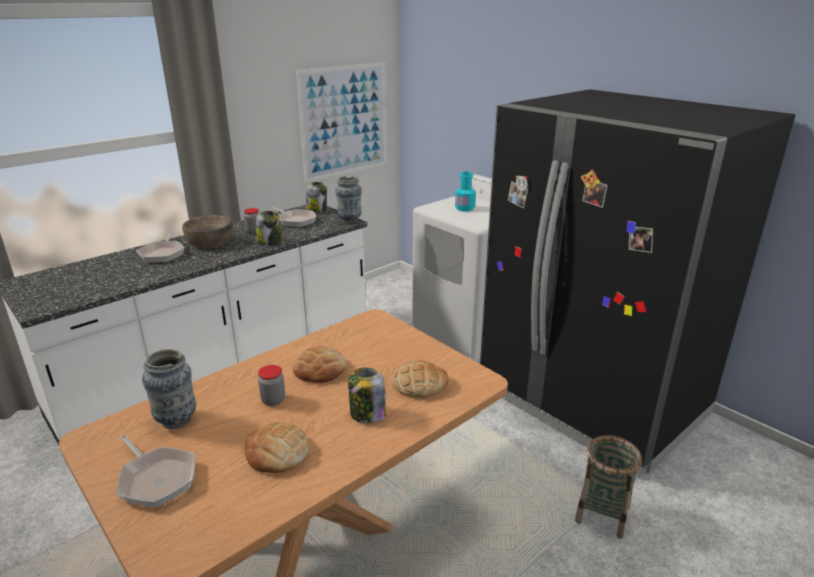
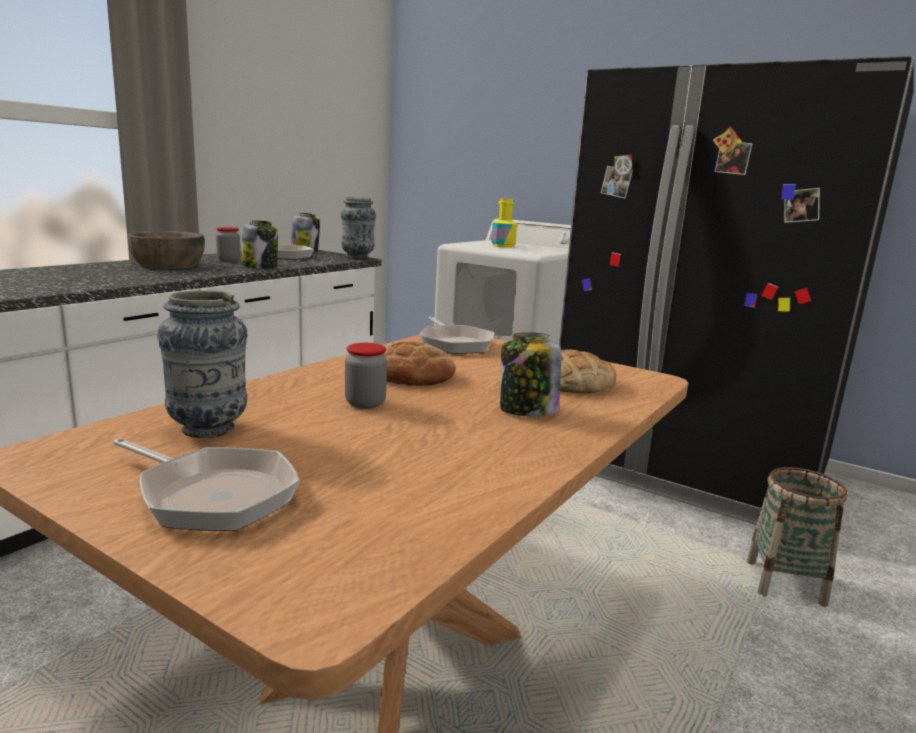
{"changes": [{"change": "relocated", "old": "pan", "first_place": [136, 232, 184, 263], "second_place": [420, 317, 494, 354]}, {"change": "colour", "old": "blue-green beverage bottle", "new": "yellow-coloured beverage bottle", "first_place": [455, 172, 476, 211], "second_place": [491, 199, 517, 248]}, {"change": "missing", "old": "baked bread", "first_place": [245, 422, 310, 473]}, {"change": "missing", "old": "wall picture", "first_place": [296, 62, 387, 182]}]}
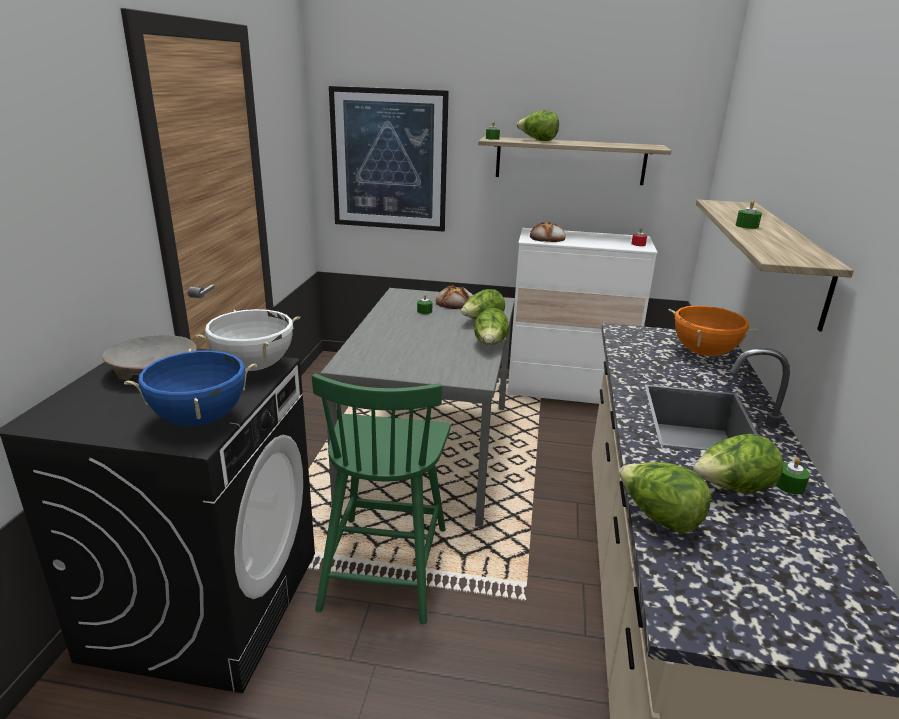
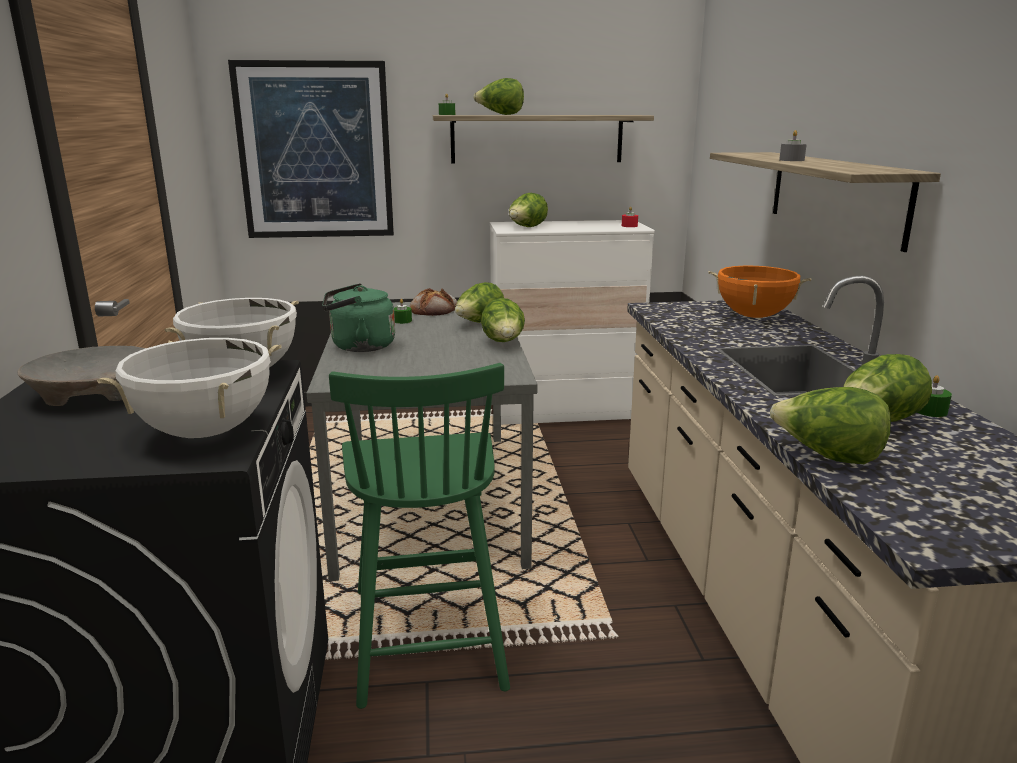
{"changes": [{"change": "colour", "old": "blue-coloured cooking pot", "new": "whitish cooking pot", "first_place": [124, 349, 257, 426], "second_place": [97, 338, 282, 438]}, {"change": "appeared", "new": "greenish tea kettle", "second_place": [322, 283, 395, 352]}, {"change": "exchanged", "old": "baked bread", "new": "head of lettuce", "first_place": [530, 222, 566, 242], "second_place": [509, 193, 548, 227]}, {"change": "colour", "old": "greenish candle", "new": "gray candle", "first_place": [736, 200, 762, 229], "second_place": [779, 130, 807, 161]}]}
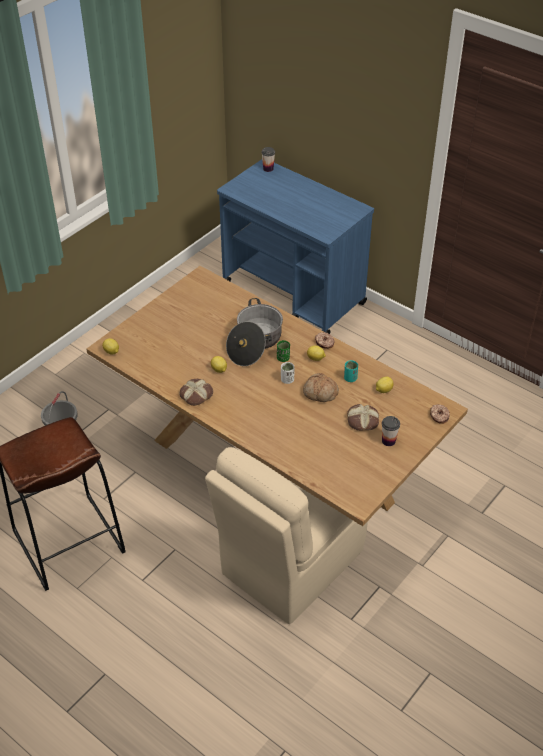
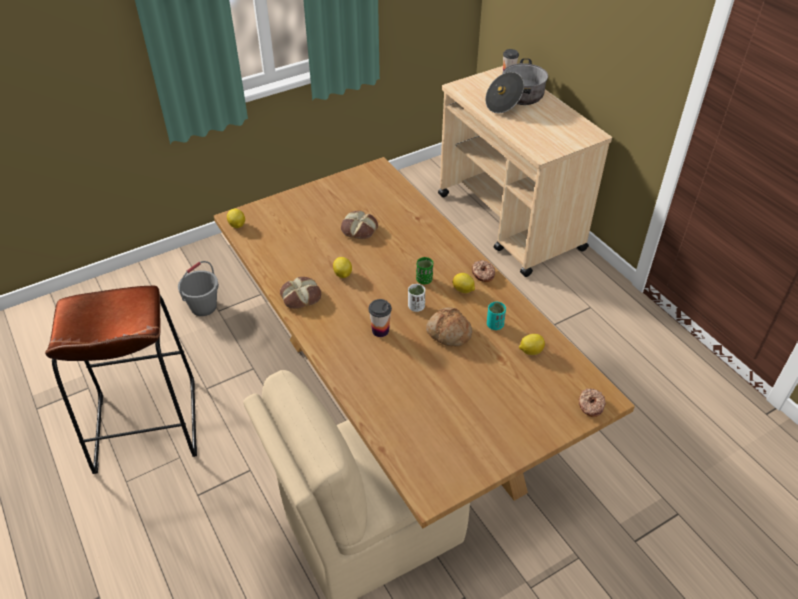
{"changes": [{"change": "relocated", "old": "baked bread", "first_place": [347, 404, 379, 431], "second_place": [341, 211, 378, 239]}, {"change": "relocated", "old": "cup", "first_place": [382, 416, 400, 446], "second_place": [368, 299, 392, 337]}, {"change": "colour", "old": "blue-coloured trolley", "new": "sand-coloured trolley", "first_place": [217, 159, 374, 334], "second_place": [438, 66, 612, 277]}, {"change": "relocated", "old": "cooking pot", "first_place": [226, 298, 283, 366], "second_place": [485, 58, 548, 114]}]}
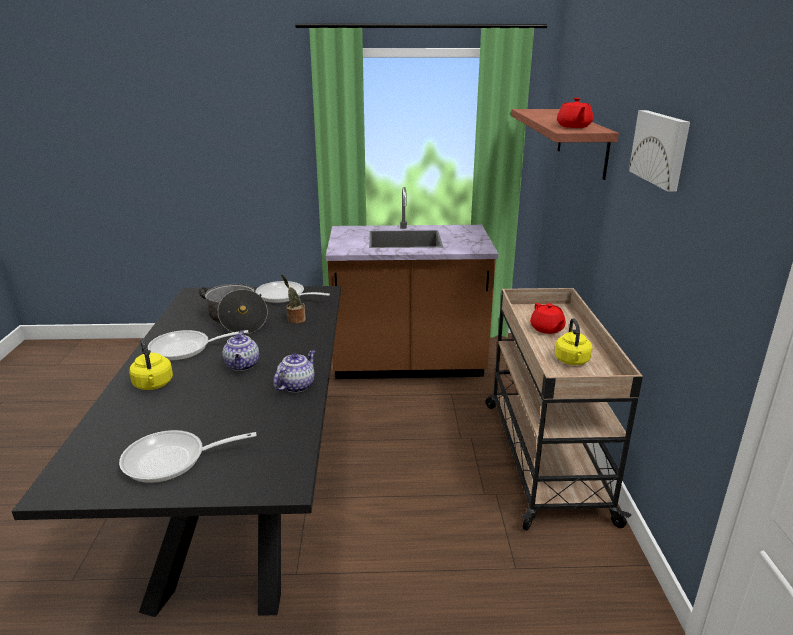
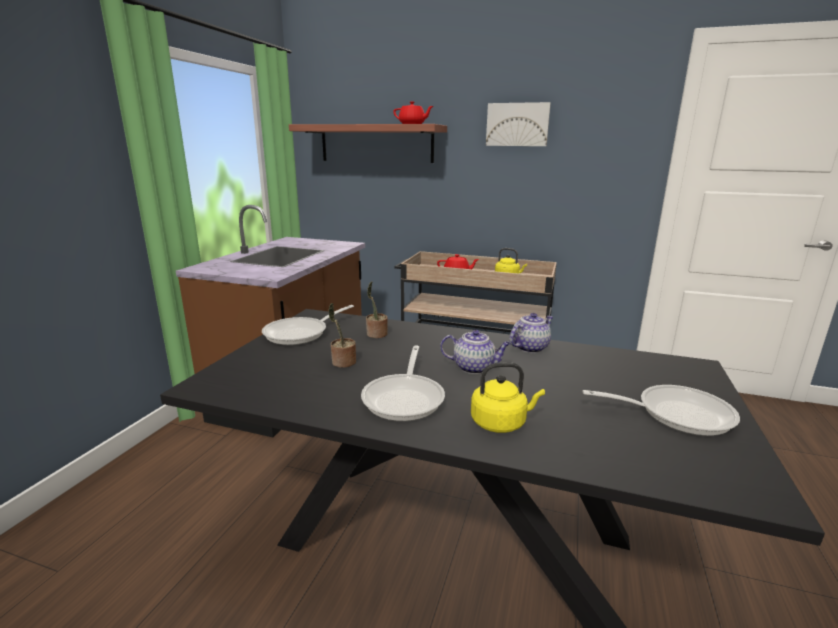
{"changes": [{"change": "exchanged", "old": "cooking pot", "new": "plant in a pot", "first_place": [199, 284, 268, 334], "second_place": [328, 303, 356, 367]}, {"change": "spun", "old": "tea pot", "first_place": [273, 350, 315, 393], "second_place": [509, 313, 553, 353], "degrees": 90}, {"change": "spun", "old": "pan", "first_place": [119, 430, 257, 483], "second_place": [583, 385, 740, 436], "degrees": -90}]}
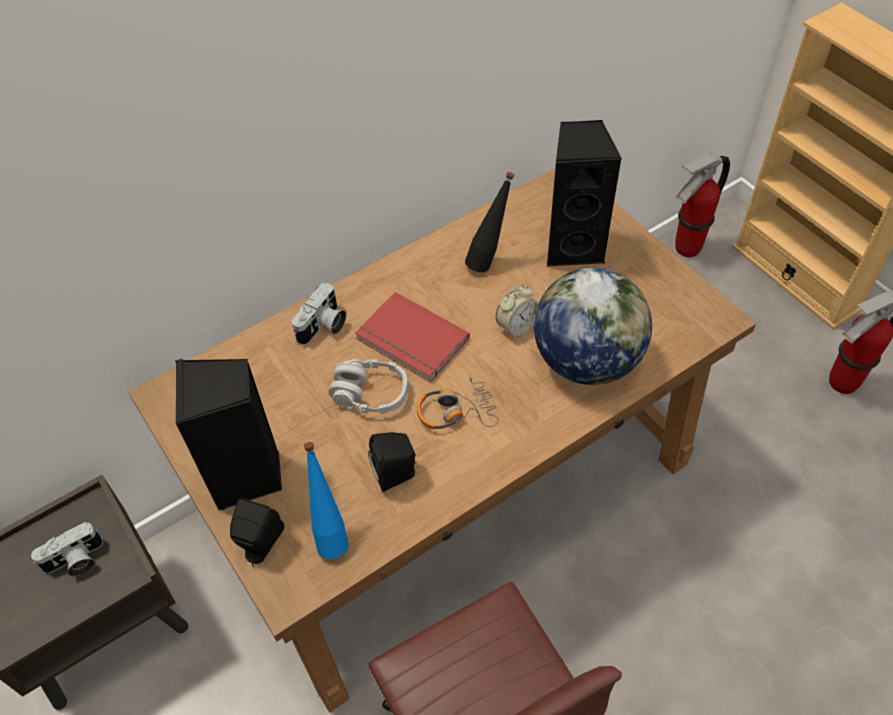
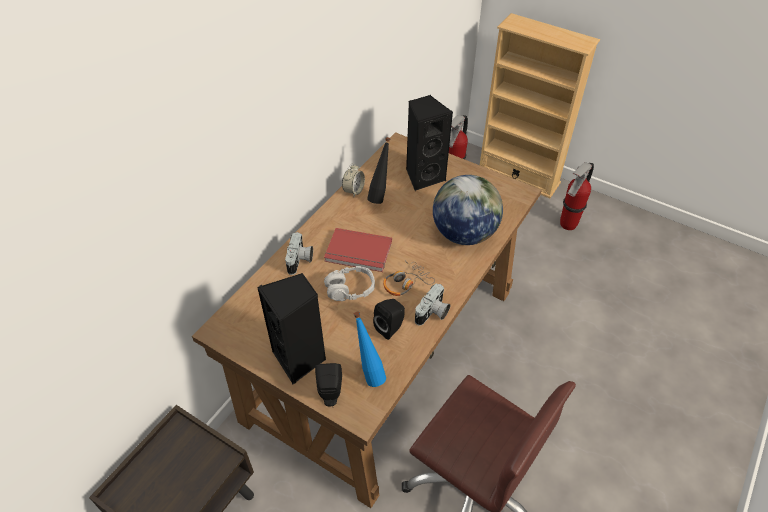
{"changes": [{"change": "relocated", "old": "bedside clock", "first_place": [496, 284, 539, 338], "second_place": [342, 163, 365, 197]}, {"change": "relocated", "old": "photo camera", "first_place": [31, 522, 103, 576], "second_place": [415, 283, 450, 326]}]}
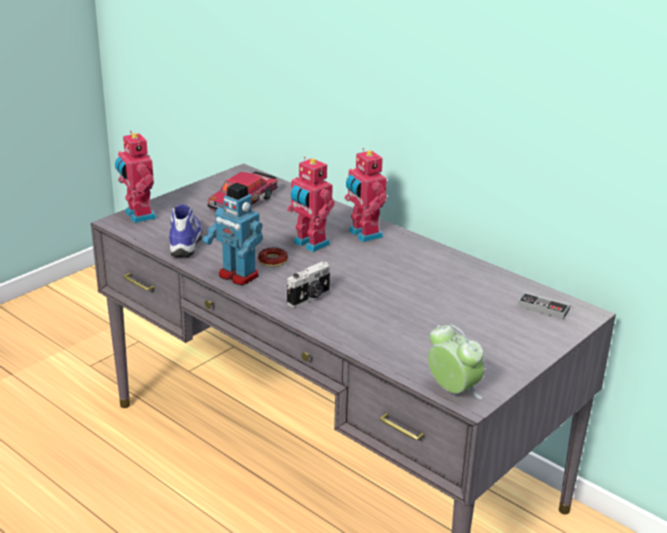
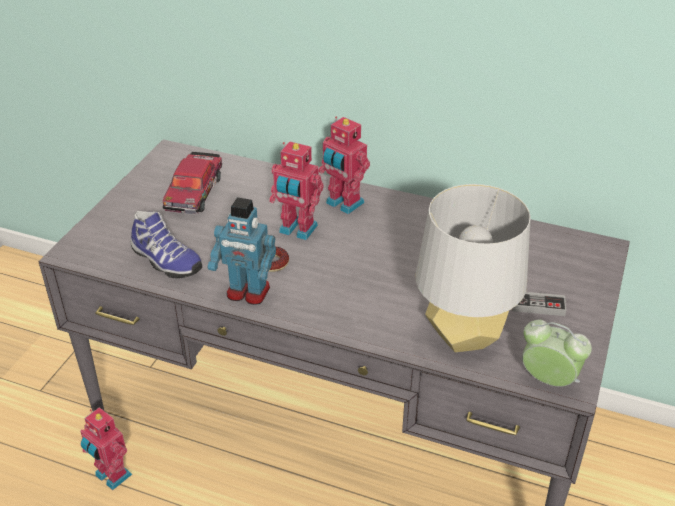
{"changes": [{"change": "relocated", "old": "toy robot", "first_place": [115, 131, 157, 223], "second_place": [80, 407, 132, 490]}, {"change": "spun", "old": "low shoe", "first_place": [169, 204, 202, 257], "second_place": [131, 211, 202, 278], "degrees": 150}, {"change": "appeared", "new": "gray lamp for a table", "second_place": [416, 184, 531, 352]}, {"change": "relocated", "old": "game controller", "first_place": [517, 292, 570, 320], "second_place": [512, 292, 566, 316]}, {"change": "missing", "old": "photo camera", "first_place": [287, 262, 330, 308]}]}
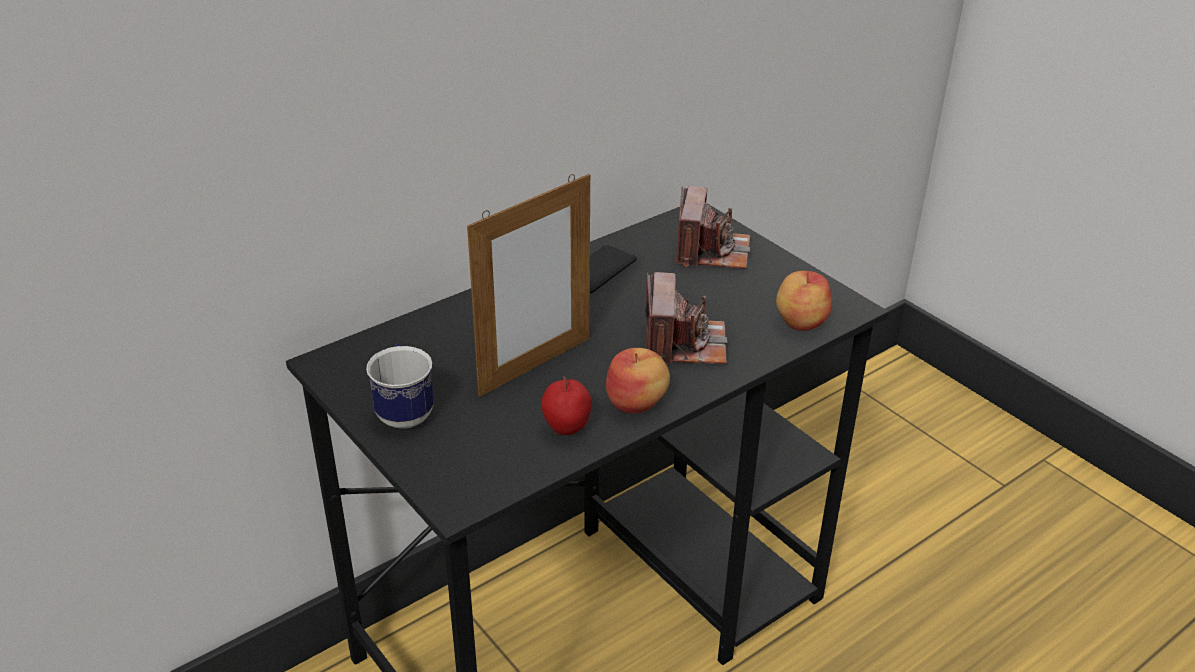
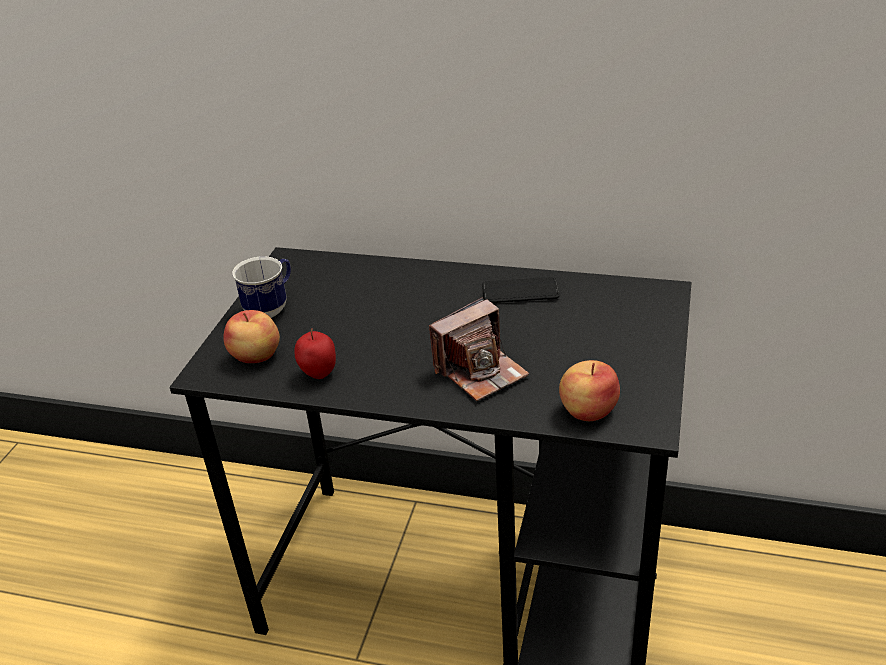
{"changes": [{"change": "relocated", "old": "apple fruit", "first_place": [606, 348, 670, 413], "second_place": [224, 310, 280, 363]}, {"change": "missing", "old": "standing frame", "first_place": [467, 174, 590, 397]}, {"change": "missing", "old": "photo camera", "first_place": [676, 186, 750, 269]}]}
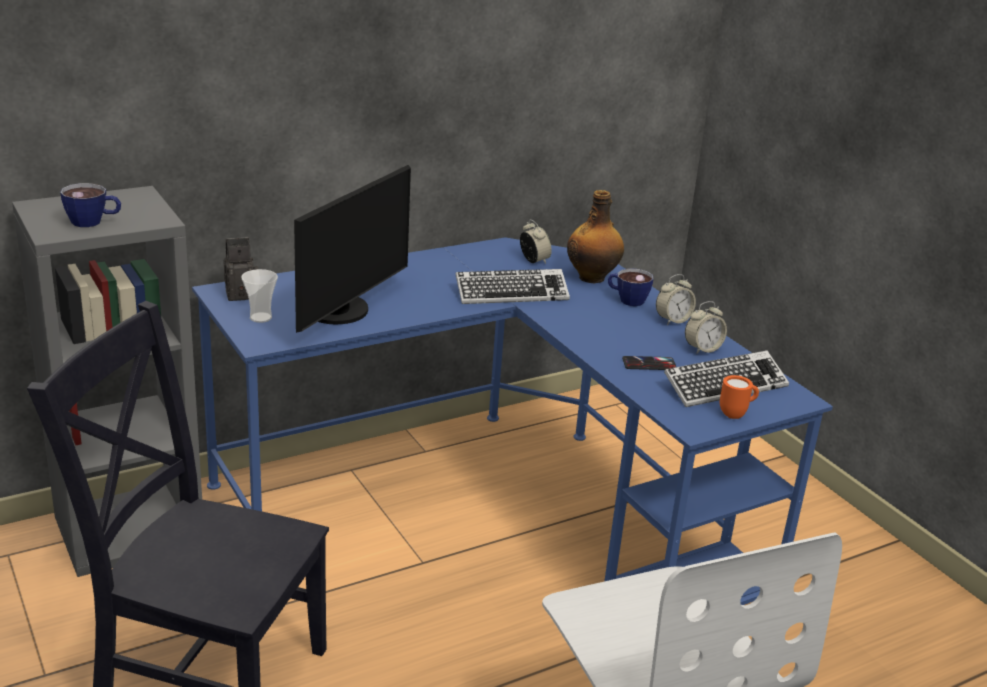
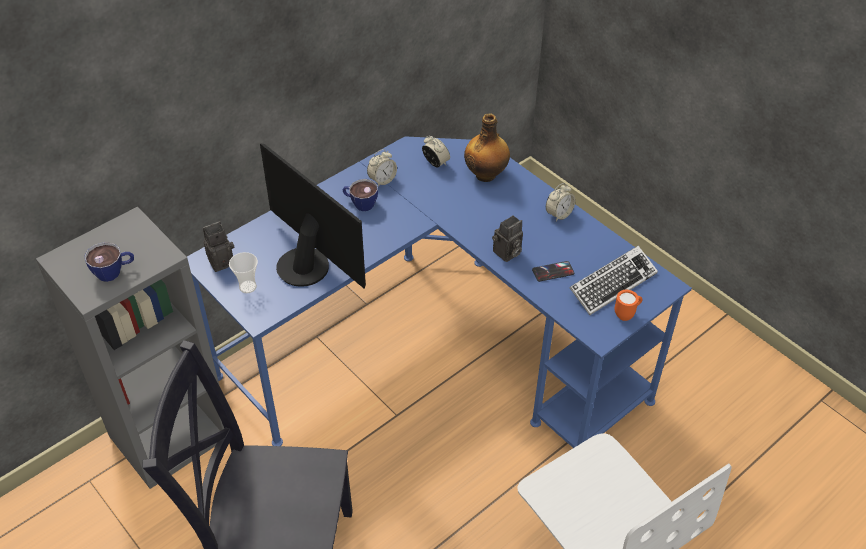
{"changes": [{"change": "spun", "old": "computer display", "first_place": [294, 165, 411, 333], "second_place": [260, 144, 366, 289], "degrees": -60}, {"change": "relocated", "old": "cup", "first_place": [608, 268, 653, 306], "second_place": [342, 179, 378, 211]}, {"change": "relocated", "old": "bedside clock", "first_place": [685, 301, 727, 354], "second_place": [367, 149, 397, 187]}, {"change": "appeared", "new": "photo camera", "second_place": [492, 215, 523, 262]}, {"change": "missing", "old": "computer keyboard", "first_place": [456, 269, 570, 304]}]}
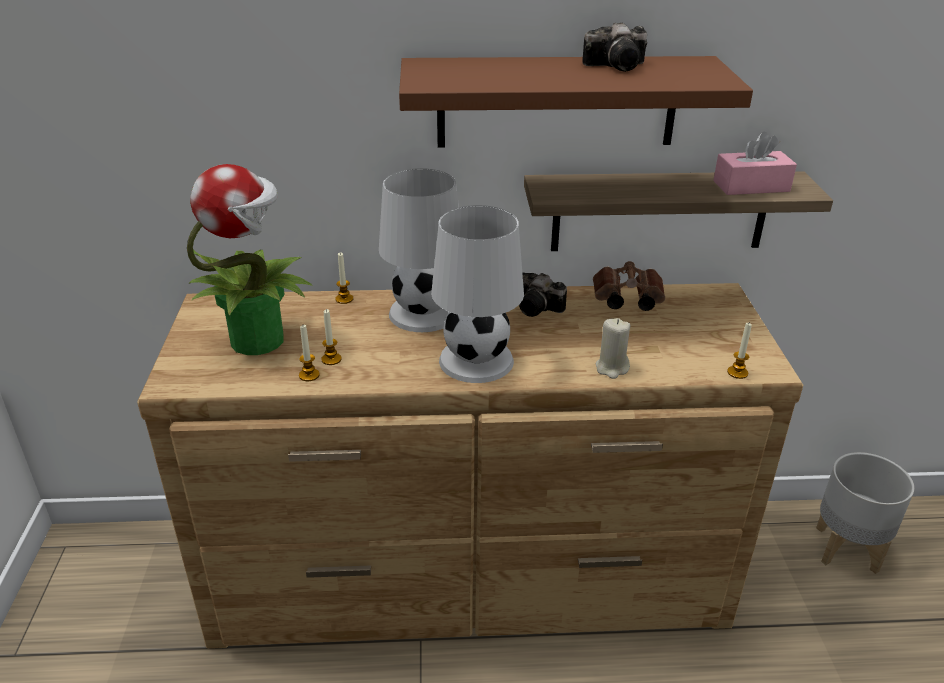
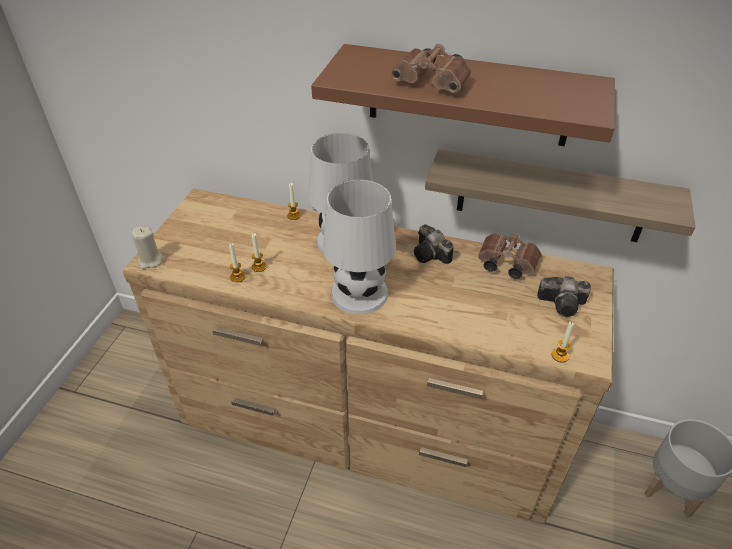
{"changes": [{"change": "relocated", "old": "sand-coloured candle", "first_place": [596, 318, 630, 379], "second_place": [132, 227, 164, 269]}, {"change": "appeared", "new": "brown-coloured binoculars", "second_place": [390, 44, 471, 93]}, {"change": "relocated", "old": "photo camera", "first_place": [582, 22, 647, 72], "second_place": [537, 276, 591, 317]}, {"change": "missing", "old": "plant in a pot", "first_place": [187, 164, 312, 355]}, {"change": "missing", "old": "pink-coloured box of tissues", "first_place": [713, 132, 797, 195]}]}
